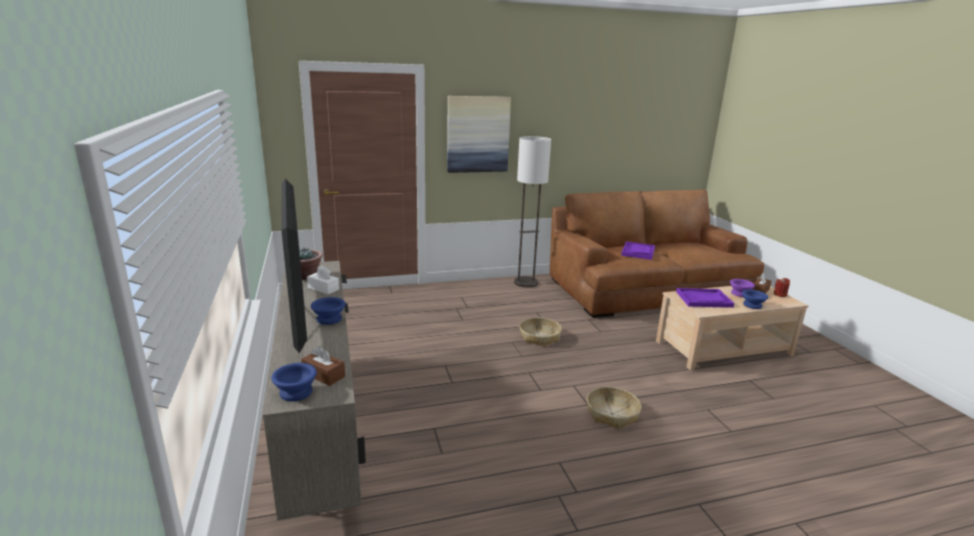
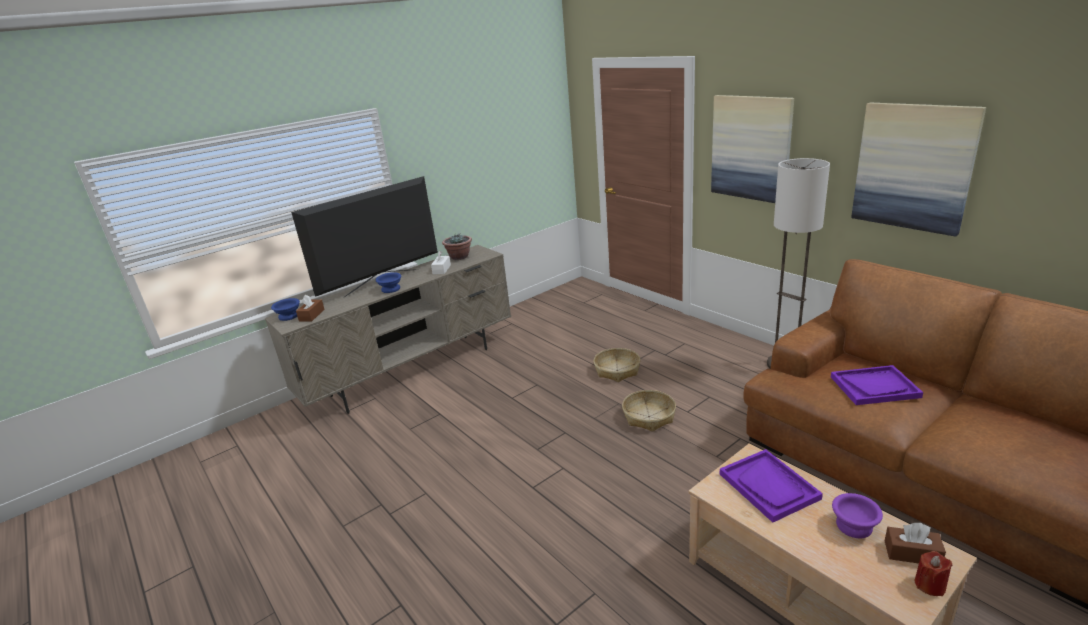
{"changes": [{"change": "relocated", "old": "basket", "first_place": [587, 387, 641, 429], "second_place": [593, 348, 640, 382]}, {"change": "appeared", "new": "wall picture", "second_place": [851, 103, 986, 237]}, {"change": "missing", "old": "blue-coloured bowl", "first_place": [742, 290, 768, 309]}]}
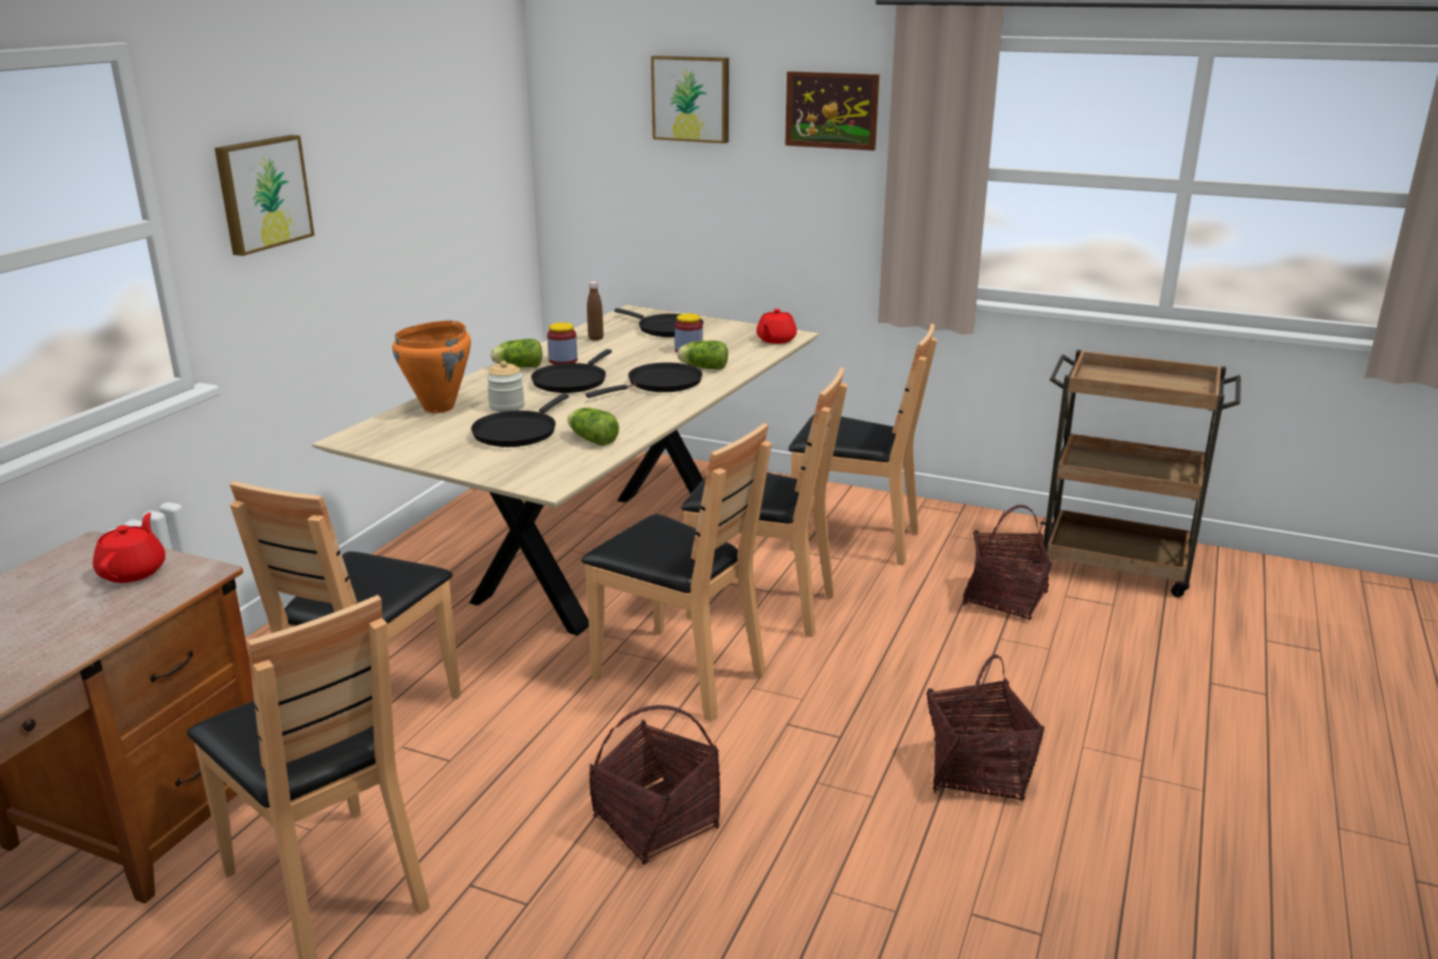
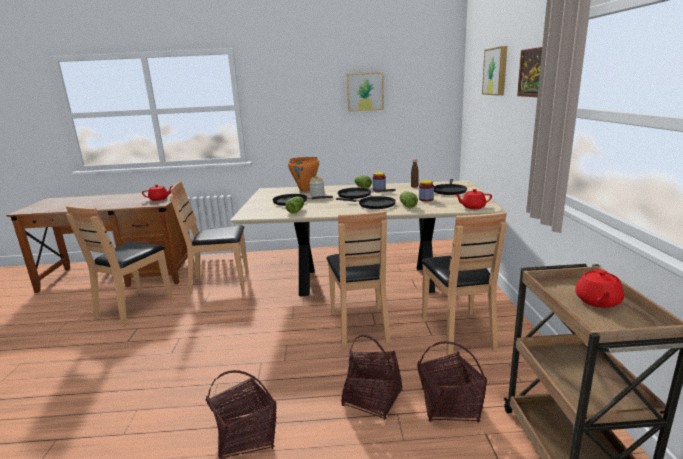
{"changes": [{"change": "relocated", "old": "basket", "first_place": [589, 705, 720, 865], "second_place": [341, 335, 403, 420]}, {"change": "relocated", "old": "wall picture", "first_place": [215, 135, 315, 256], "second_place": [347, 72, 384, 111]}, {"change": "appeared", "new": "red tea pot", "second_place": [575, 269, 624, 308]}, {"change": "missing", "old": "brown-coloured chair", "first_place": [581, 423, 772, 722]}]}
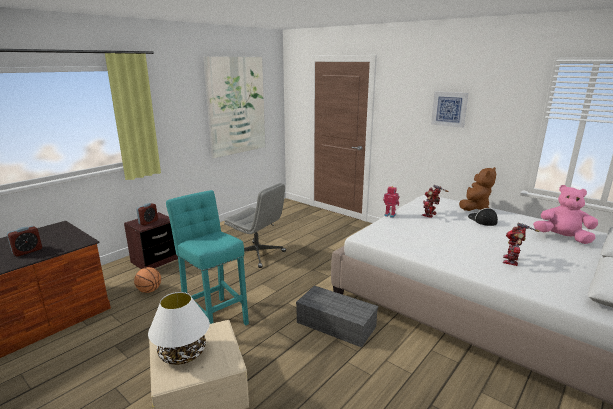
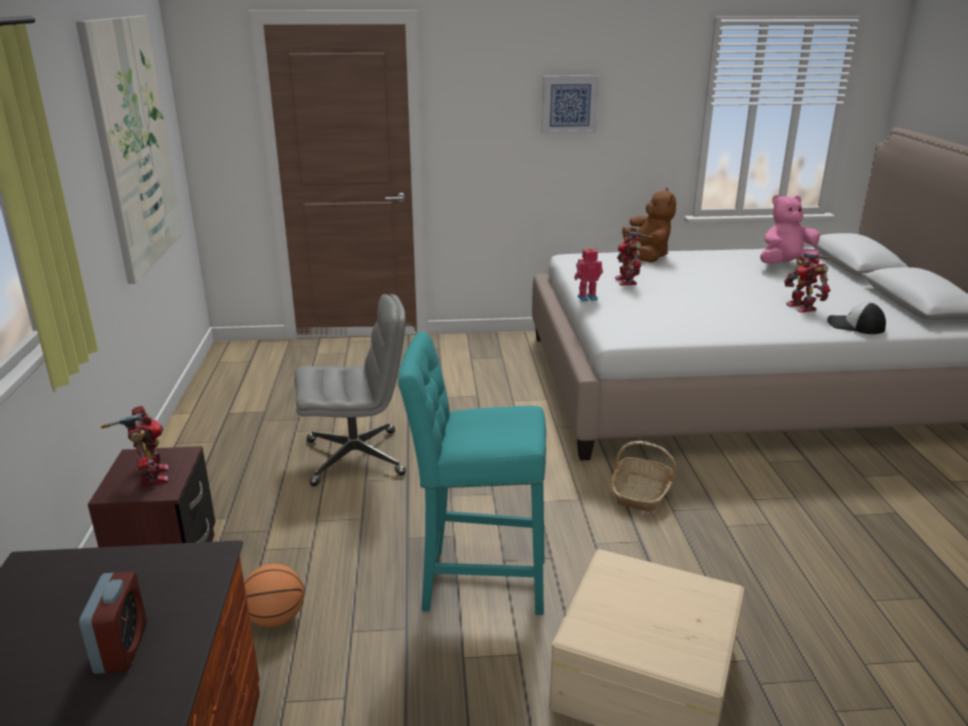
{"changes": [{"change": "exchanged", "old": "bedside clock", "new": "toy robot", "first_place": [136, 203, 158, 225], "second_place": [101, 405, 169, 486]}, {"change": "exchanged", "old": "gray storage box", "new": "basket", "first_place": [296, 286, 378, 347], "second_place": [612, 441, 676, 512]}, {"change": "relocated", "old": "peaked cap", "first_place": [468, 208, 498, 226], "second_place": [827, 303, 886, 334]}, {"change": "missing", "old": "whitish lamp for a table", "first_place": [148, 292, 210, 365]}]}
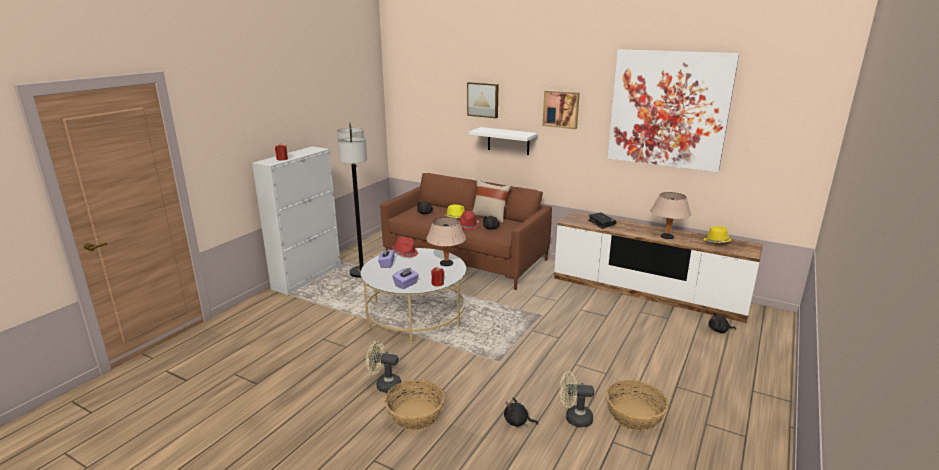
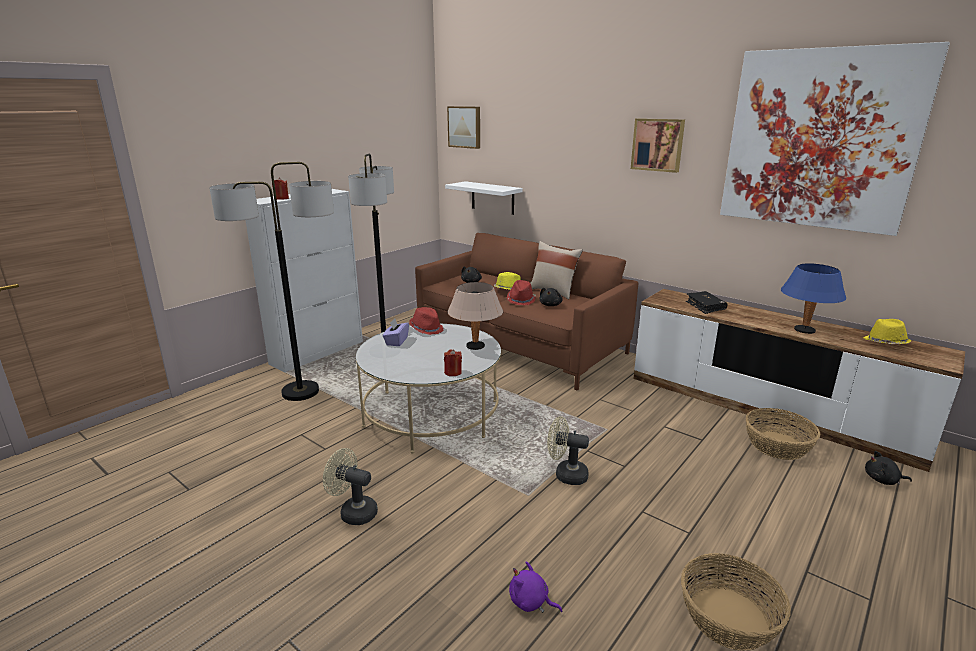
{"changes": [{"change": "appeared", "new": "standard lamp", "second_place": [209, 162, 334, 401]}, {"change": "relocated", "old": "whitish bracket shelf", "first_place": [469, 127, 538, 155], "second_place": [445, 181, 523, 215]}, {"change": "relocated", "old": "wall picture", "first_place": [467, 82, 499, 118], "second_place": [447, 106, 480, 149]}, {"change": "colour", "old": "blackish soft toy", "new": "purplish soft toy", "first_place": [504, 397, 538, 427], "second_place": [509, 561, 562, 613]}, {"change": "relocated", "old": "sand-coloured cooling fan", "first_place": [560, 371, 594, 427], "second_place": [547, 416, 589, 485]}, {"change": "relocated", "old": "basket", "first_place": [384, 379, 445, 430], "second_place": [746, 408, 820, 460]}, {"change": "colour", "old": "sand-coloured lamp for a table", "new": "blue-coloured lamp for a table", "first_place": [650, 192, 691, 239], "second_place": [781, 263, 846, 334]}, {"change": "missing", "old": "purplish box of tissues", "first_place": [392, 268, 419, 289]}]}
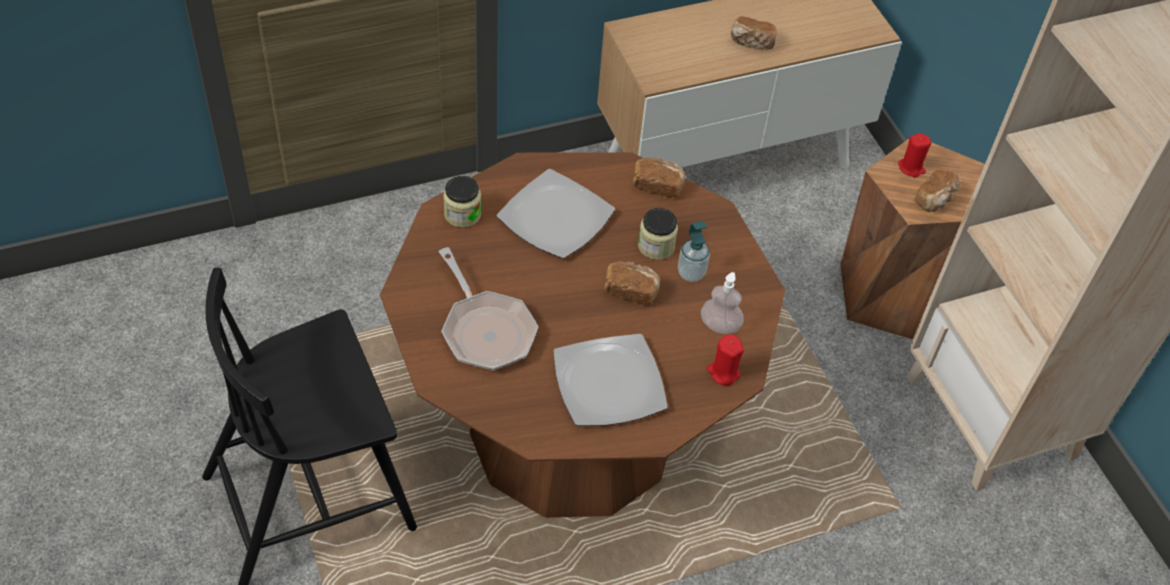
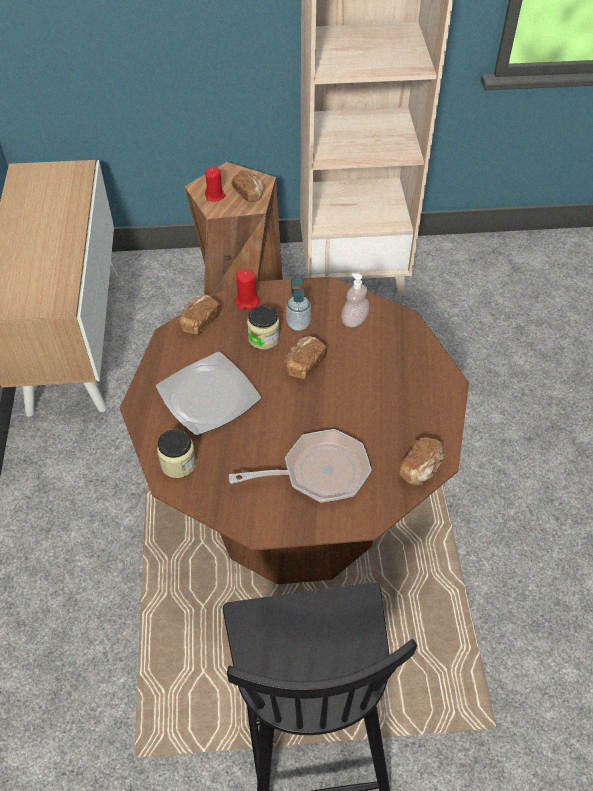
{"changes": [{"change": "relocated", "old": "red candle", "first_place": [707, 334, 744, 386], "second_place": [235, 269, 260, 310]}, {"change": "relocated", "old": "baked bread", "first_place": [731, 16, 777, 50], "second_place": [399, 437, 445, 485]}, {"change": "missing", "old": "plate", "first_place": [553, 334, 668, 426]}]}
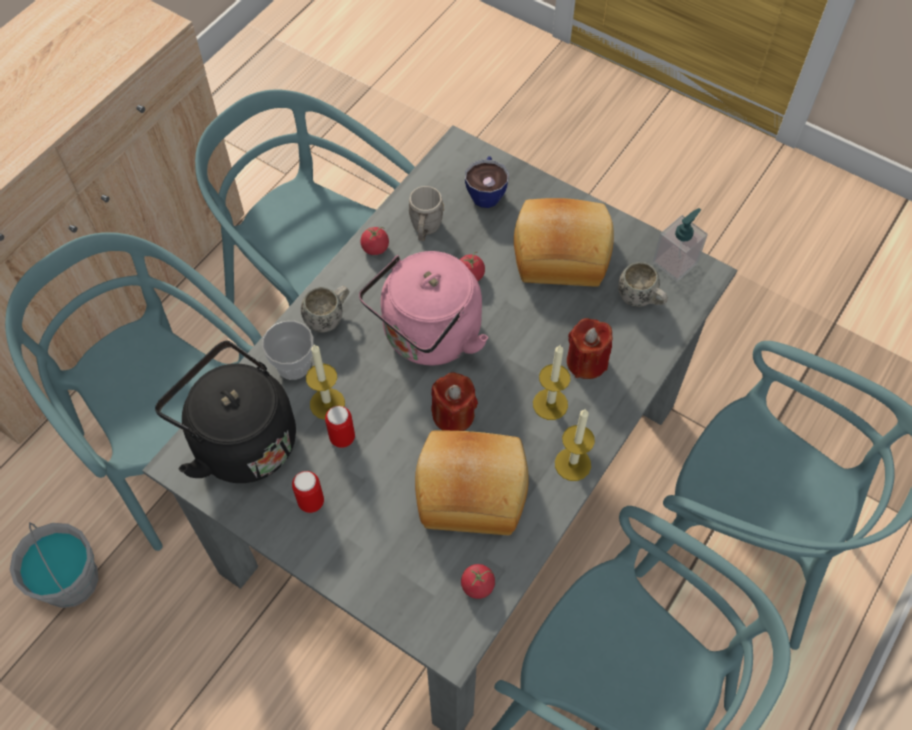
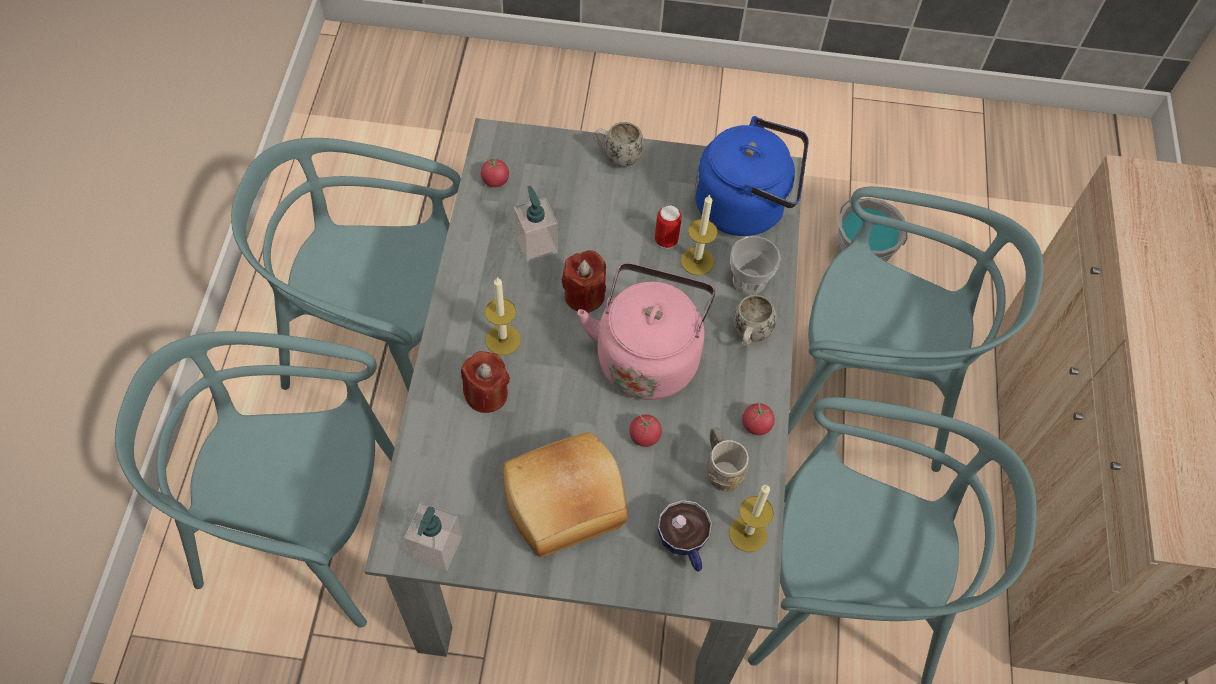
{"changes": [{"change": "exchanged", "old": "baked bread", "new": "soap bottle", "first_place": [415, 430, 529, 535], "second_place": [514, 186, 558, 262]}, {"change": "relocated", "old": "whitish coffee mug", "first_place": [618, 262, 668, 307], "second_place": [593, 122, 643, 167]}, {"change": "colour", "old": "blackish tea kettle", "new": "blue-coloured tea kettle", "first_place": [155, 340, 296, 483], "second_place": [695, 116, 808, 236]}, {"change": "relocated", "old": "candle", "first_place": [555, 409, 595, 481], "second_place": [729, 485, 774, 552]}, {"change": "missing", "old": "sealed can", "first_place": [292, 471, 324, 513]}]}
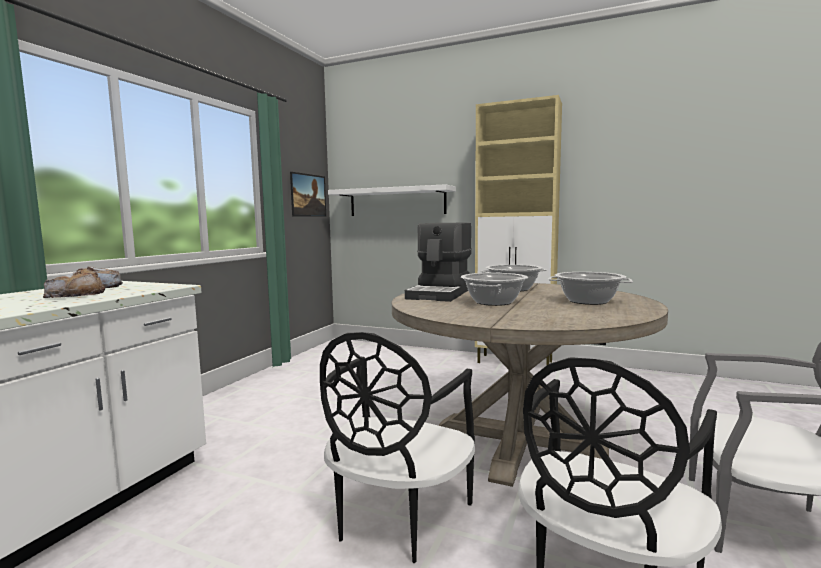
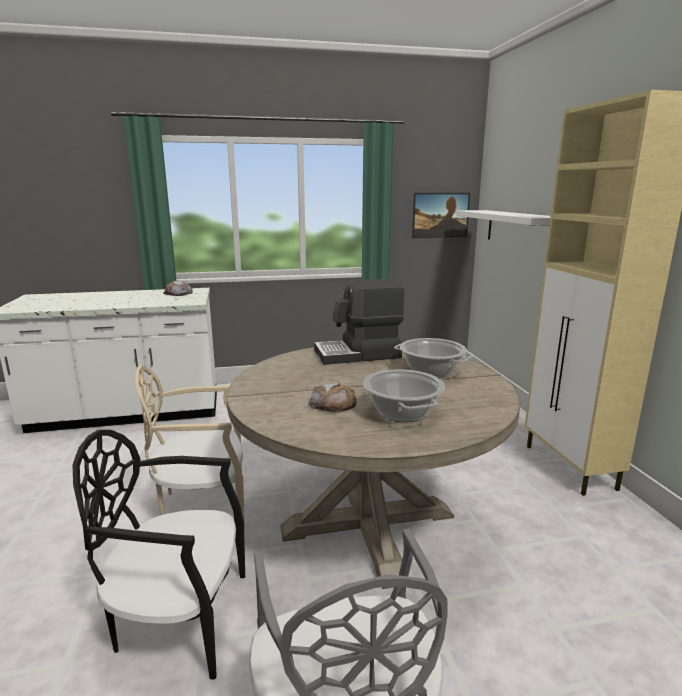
{"changes": [{"change": "colour", "old": "blackish chair", "new": "sand-coloured chair", "first_place": [320, 332, 475, 563], "second_place": [135, 365, 245, 529]}, {"change": "relocated", "old": "baked bread", "first_place": [43, 271, 105, 298], "second_place": [309, 382, 357, 413]}, {"change": "missing", "old": "cooking pot", "first_place": [461, 273, 528, 306]}]}
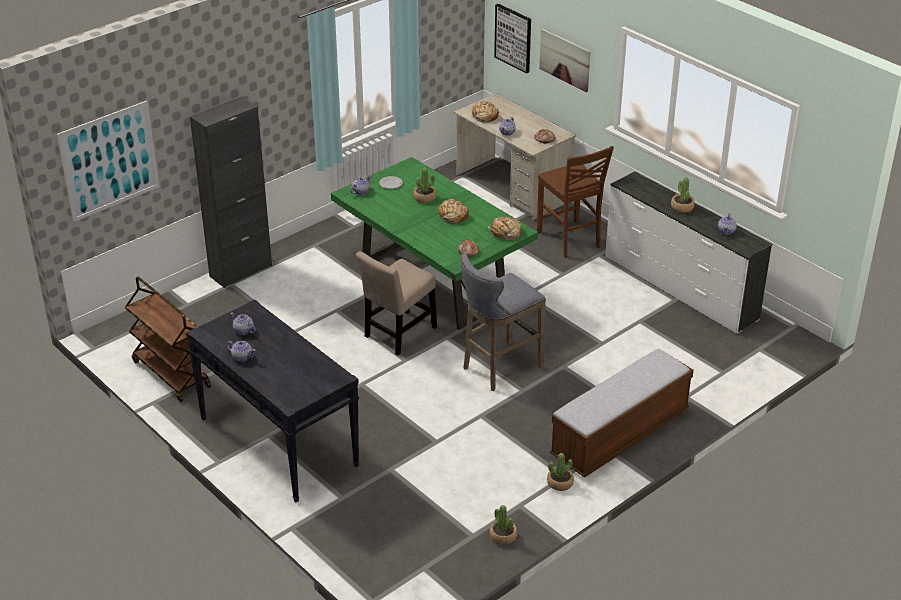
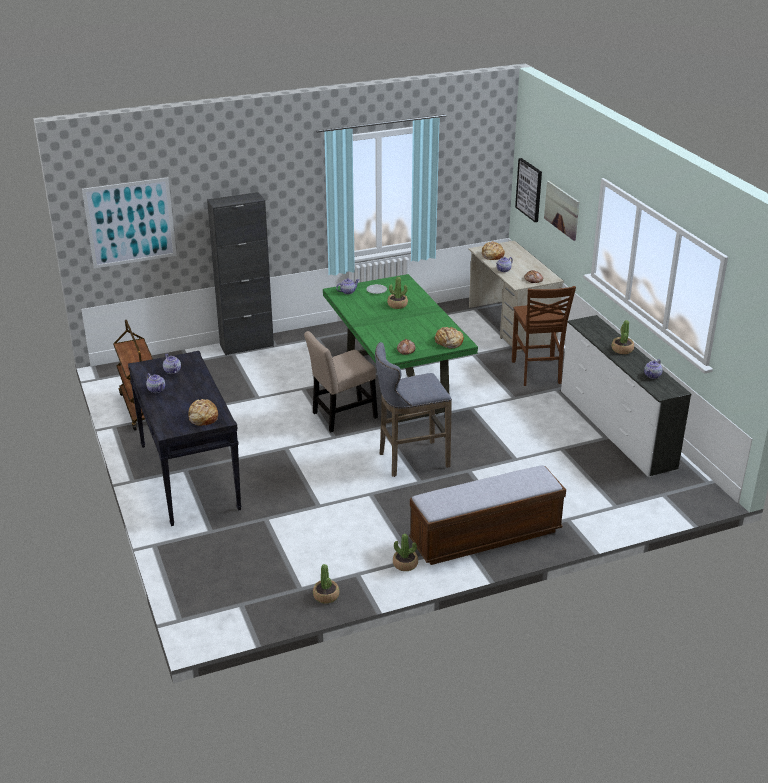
{"changes": [{"change": "relocated", "old": "baked bread", "first_place": [438, 199, 469, 224], "second_place": [188, 399, 218, 426]}]}
